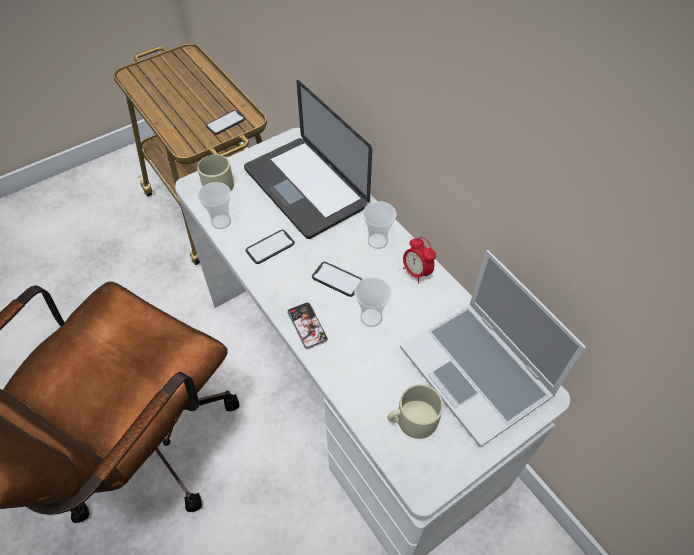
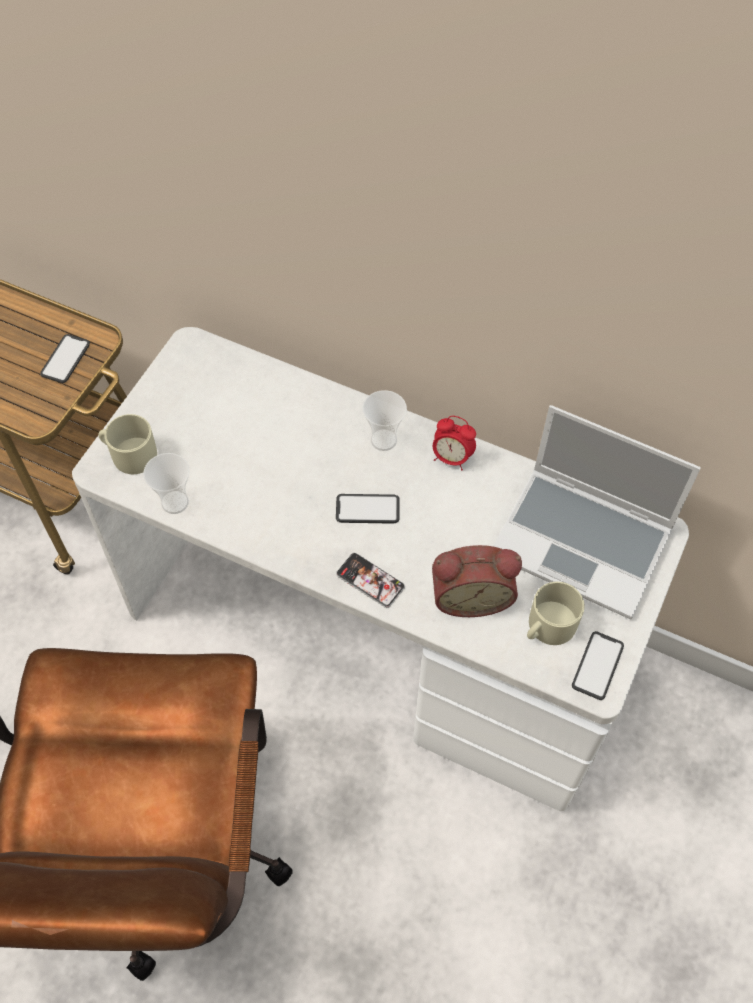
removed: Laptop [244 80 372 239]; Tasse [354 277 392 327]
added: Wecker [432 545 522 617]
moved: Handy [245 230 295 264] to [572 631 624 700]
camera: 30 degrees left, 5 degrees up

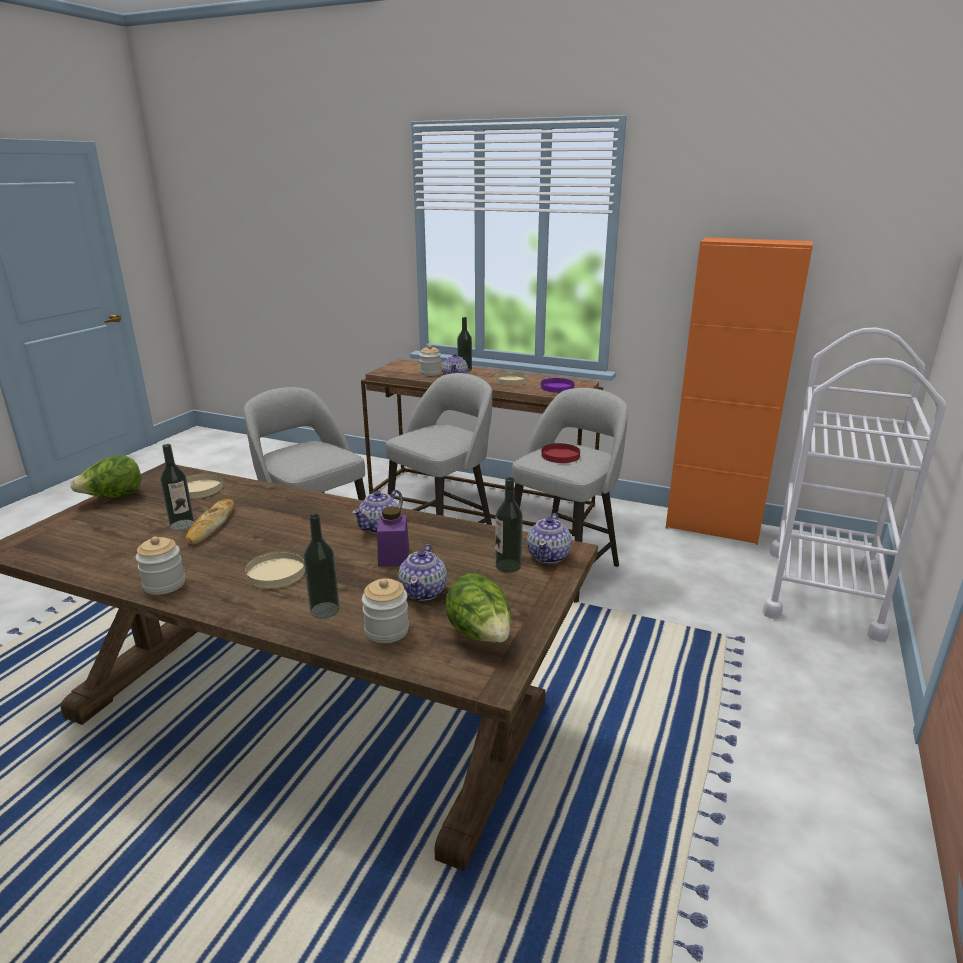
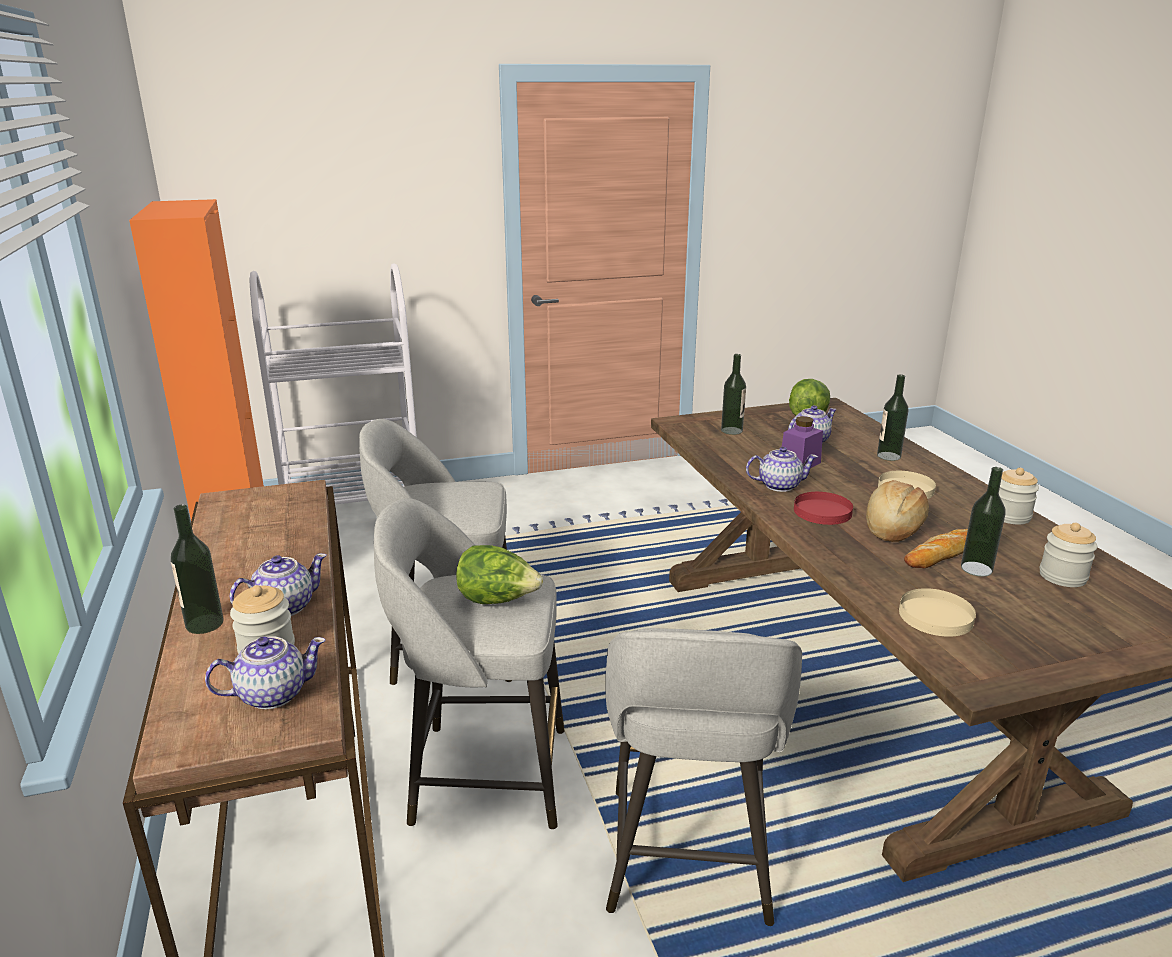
removed: Teller (beige) [495 371 527 385]; Teller (lila) [541 378 574 393]
added: Brot [866 480 929 542]
moved: Salatkopf [71 455 141 498] to [456 545 543 604]; Vorratsglas [362 578 409 643] to [1040 523 1097 587]; Teekanne [527 513 571 563] to [205 636 326 709]; Teller (rot) [541 443 580 463] to [794 492 853 525]
camera: 130 degrees left, 0 degrees up

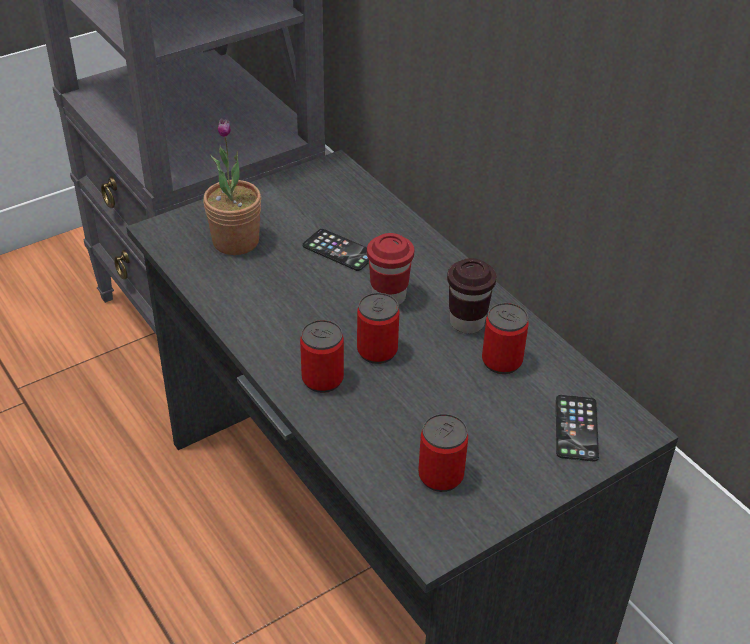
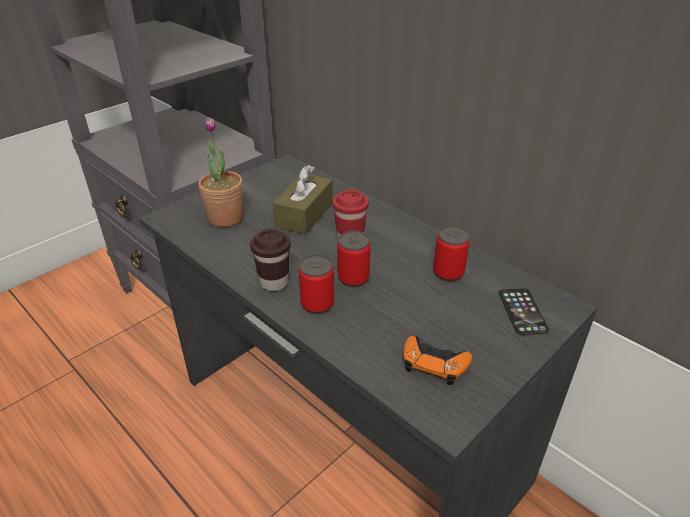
moved: Tasse (braun) [447 258 496 334] to [250 229 291 291]
replaced: Handy [303 229 369 271] to Taschentuchbox (braun) [273 165 333 235]; Dose [418 414 468 492] to Gamepad (orange) [403 335 472 385]
camera: 10 degrees left, 5 degrees down

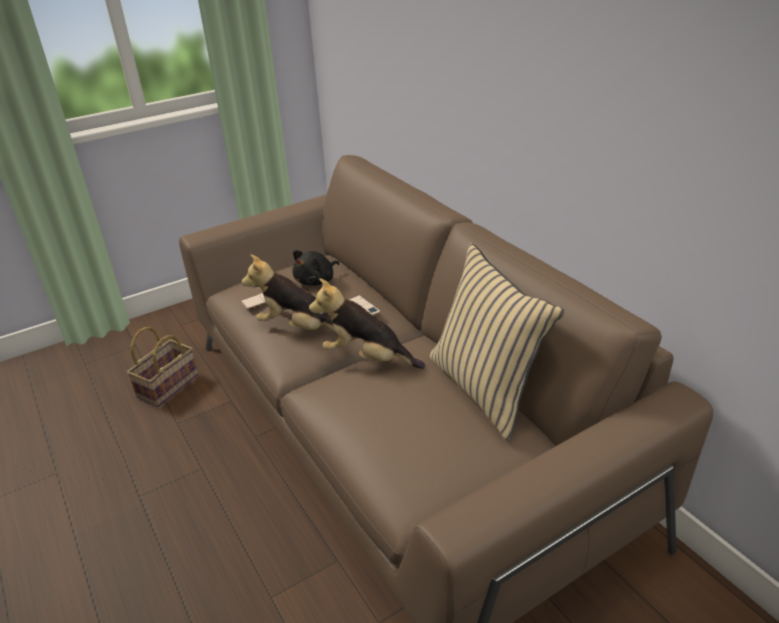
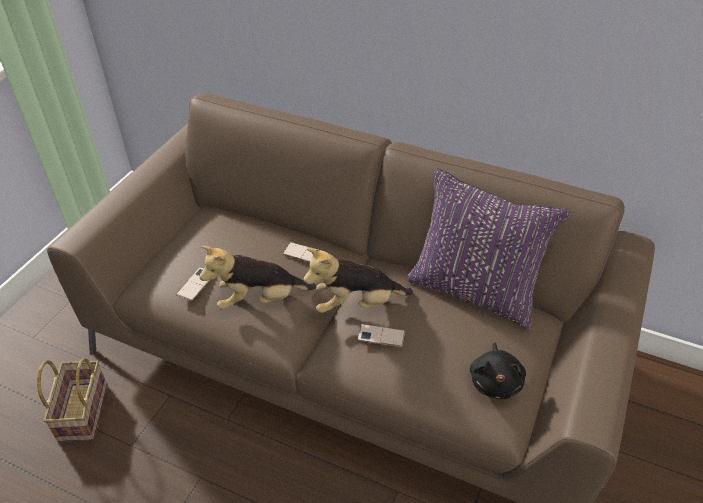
added: Handy [358 324 405 347]
moved: Plüschtier (schwarz) [292 250 339 286] to [470 343 526 399]
recoloured: Kissen (beige) [430 243 564 441] to Kissen (lila) [407 168 570 330]
camera: 35 degrees left, 10 degrees up

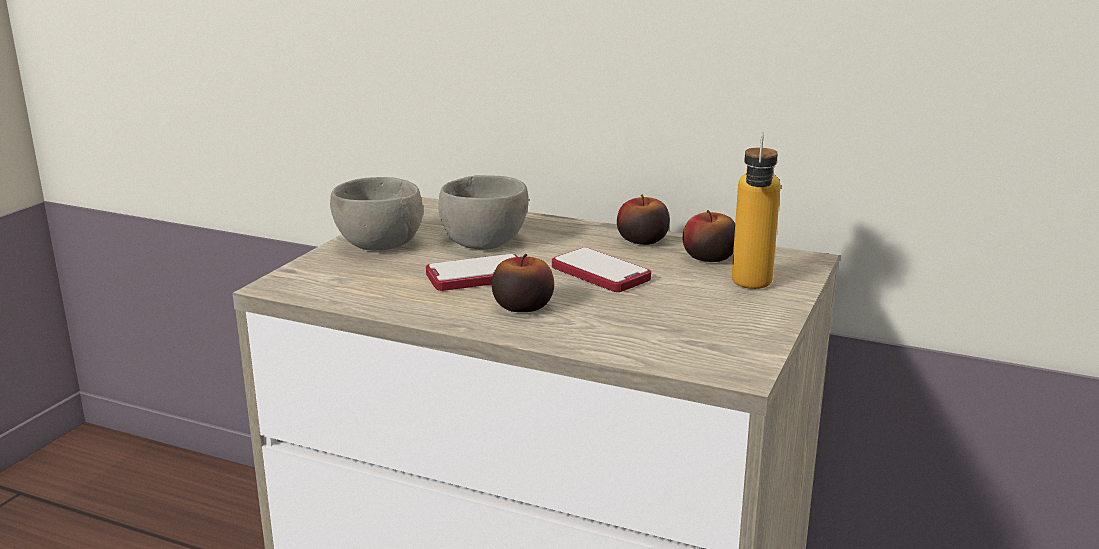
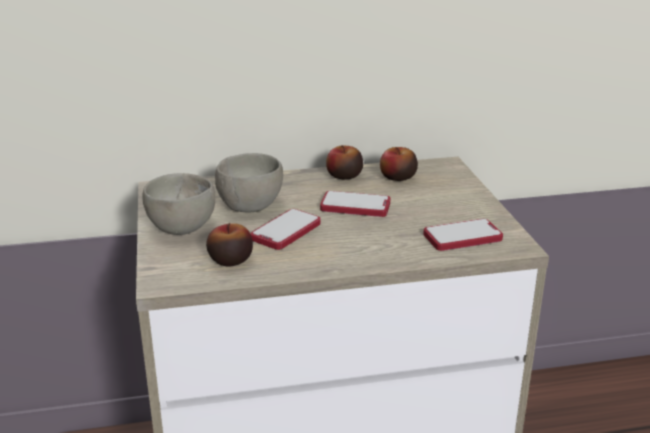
removed: Flasche [732 132 780 289]
added: Handy [423 219 503 251]
moved: Apfel [492 254 554 312] to [206 223 253 267]
camera: 35 degrees left, 5 degrees up

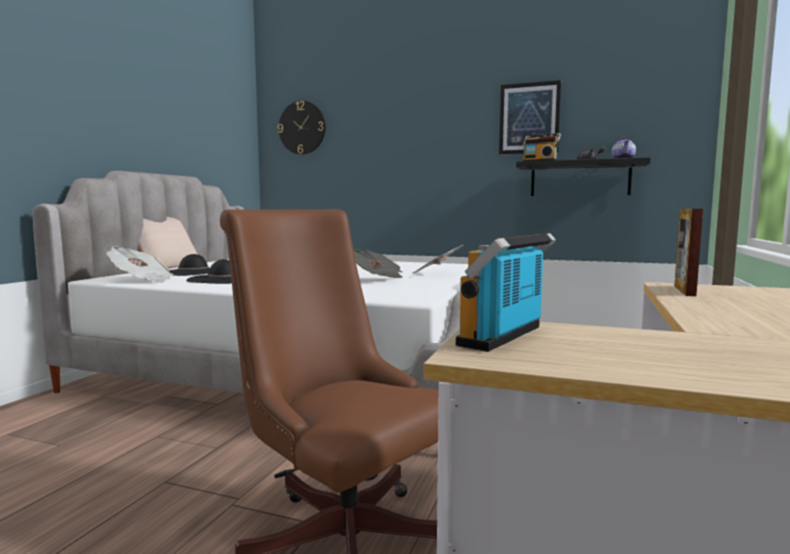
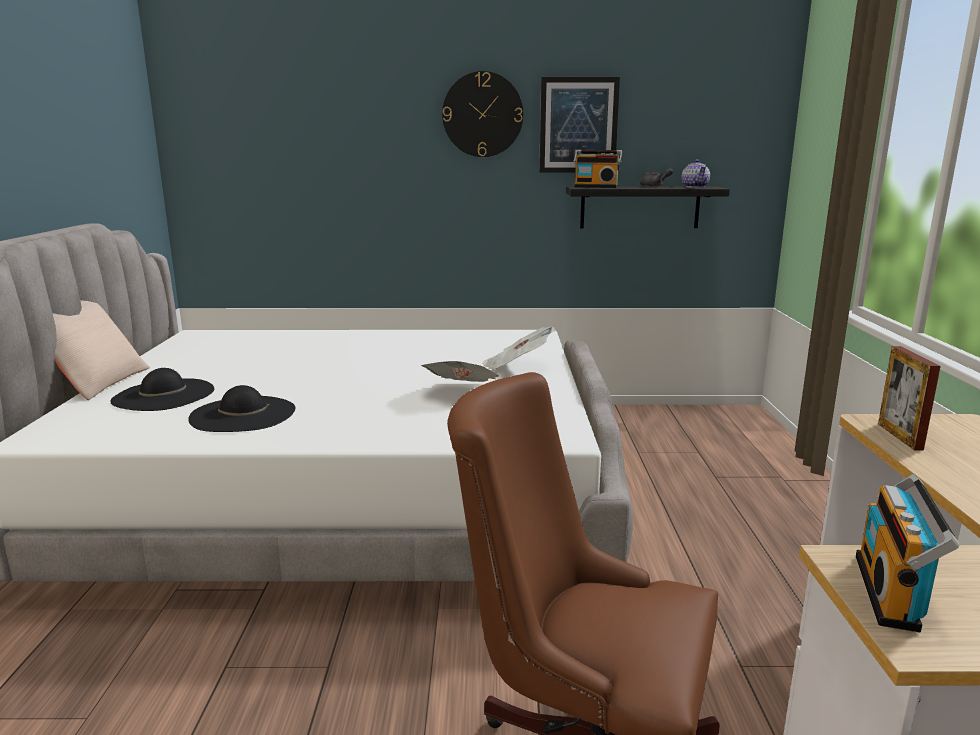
removed: Zeitung [106 246 174 283]
moved: Wanduhr [278 101 325 155] to [442 71 523 157]
camera: 20 degrees left, 10 degrees up

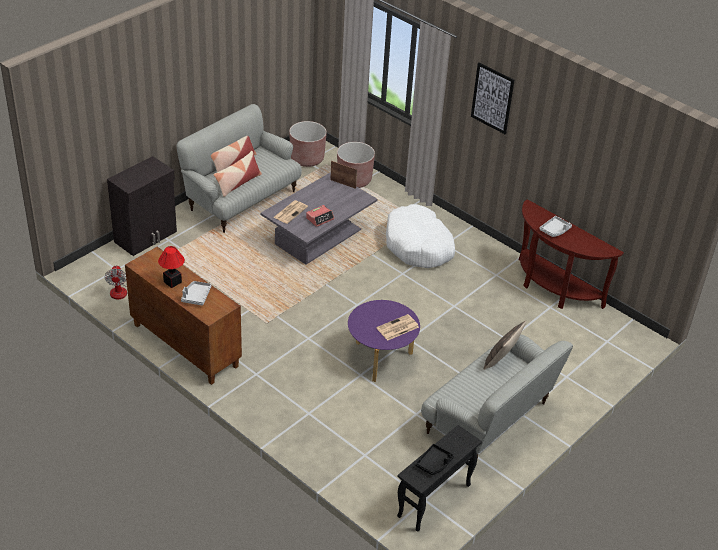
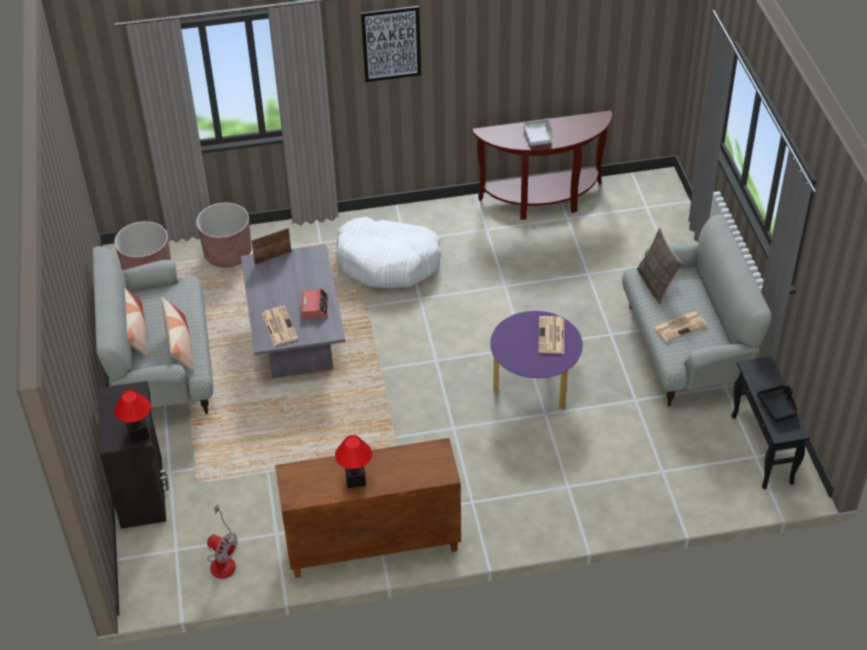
removed: Tablett (grau) [181 281 211 305]
added: Tischlampe [114 390 151 443]; Zeitung [654 311 708 342]
camera: 50 degrees left, 5 degrees up

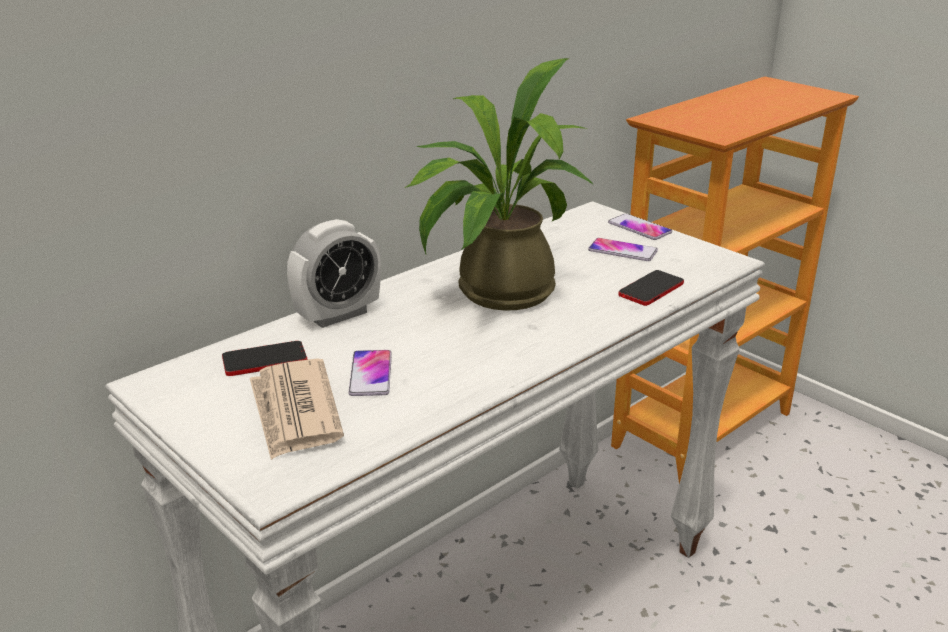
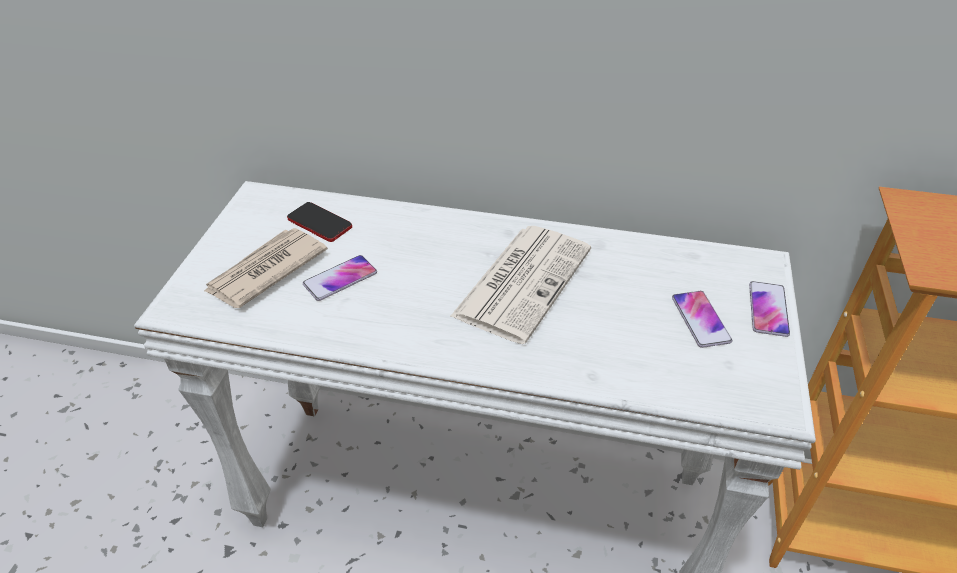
removed: Wecker [287 219 381 328]; Handy [618 270 684 306]
replaced: Topfpflanze [404 58 594 311] to Zeitung [450 226 591 344]
camera: 55 degrees right, 15 degrees up

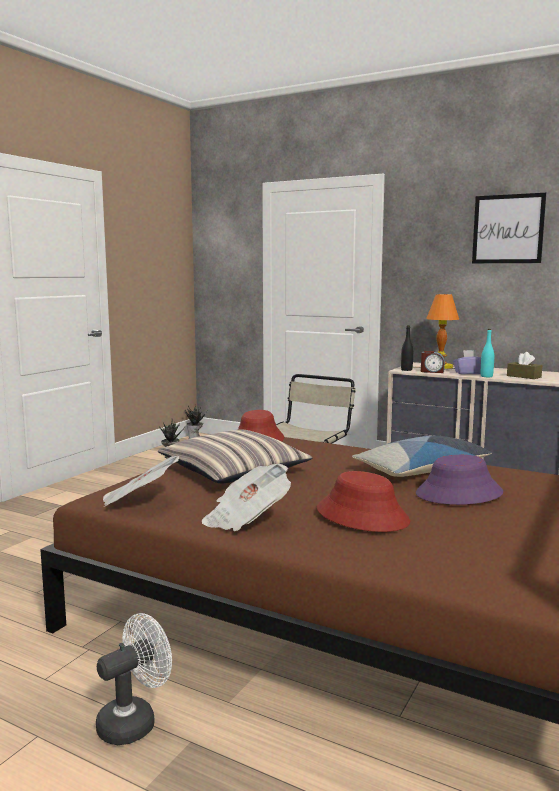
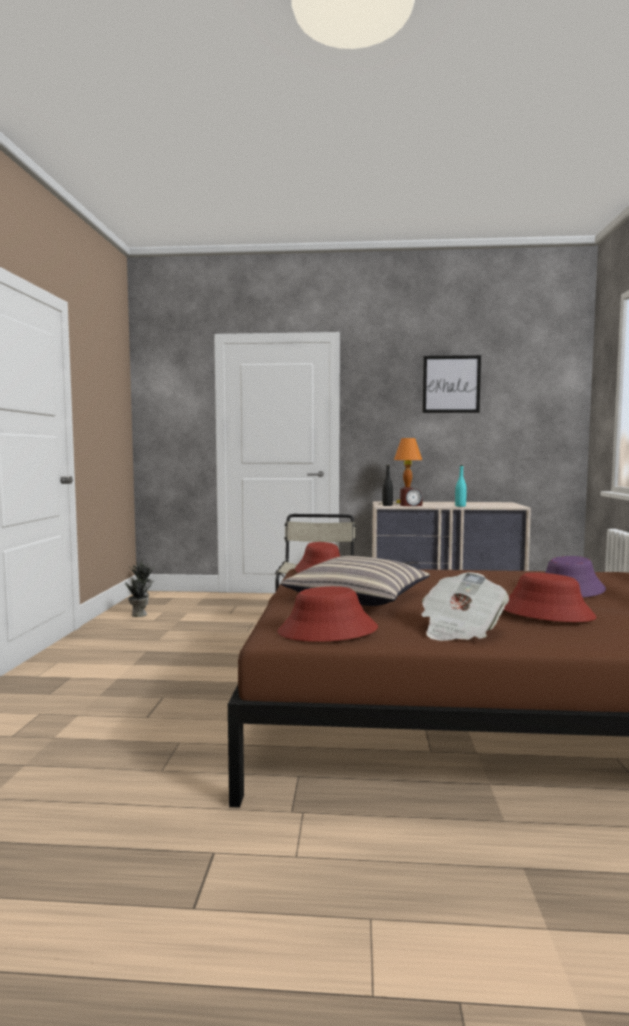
removed: Ventilator (weiß) [96 613 172 745]; Kissen [352 436 492 477]; Taschentuchbox (lila) [453 350 481 374]; Taschentuchbox (braun) [507 352 542 379]
replaced: Zeitung [103 456 179 507] to Hut (rot) [278 586 378 642]
camera: 25 degrees left, 5 degrees down

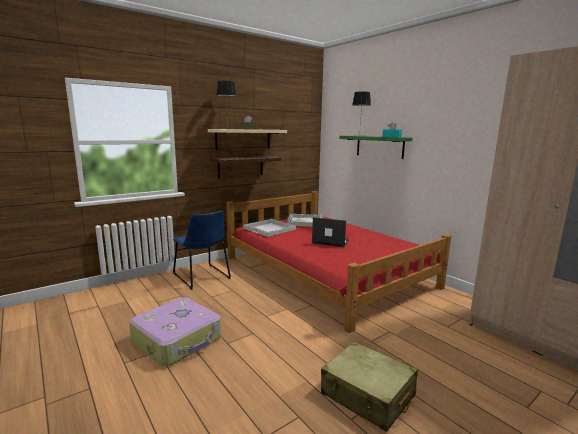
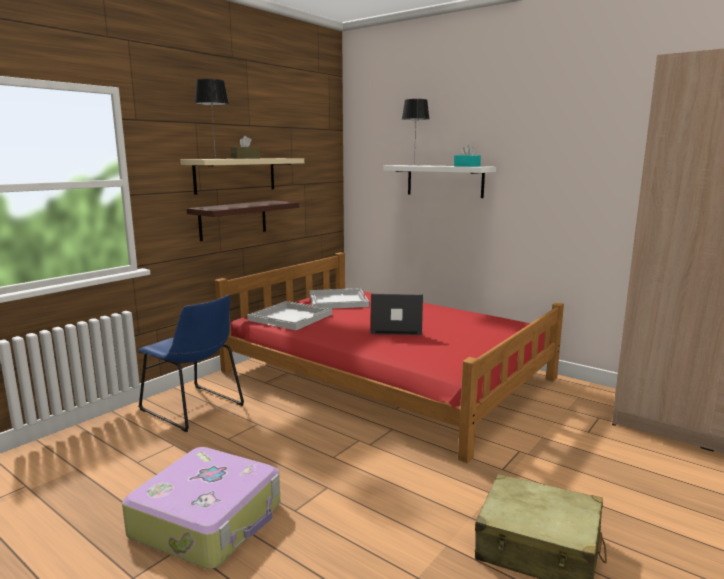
recoloured: Wandregal (grün) [339 136 412 159] to Wandregal (weiß) [383 165 496 198]
camera: 15 degrees left, 0 degrees up

